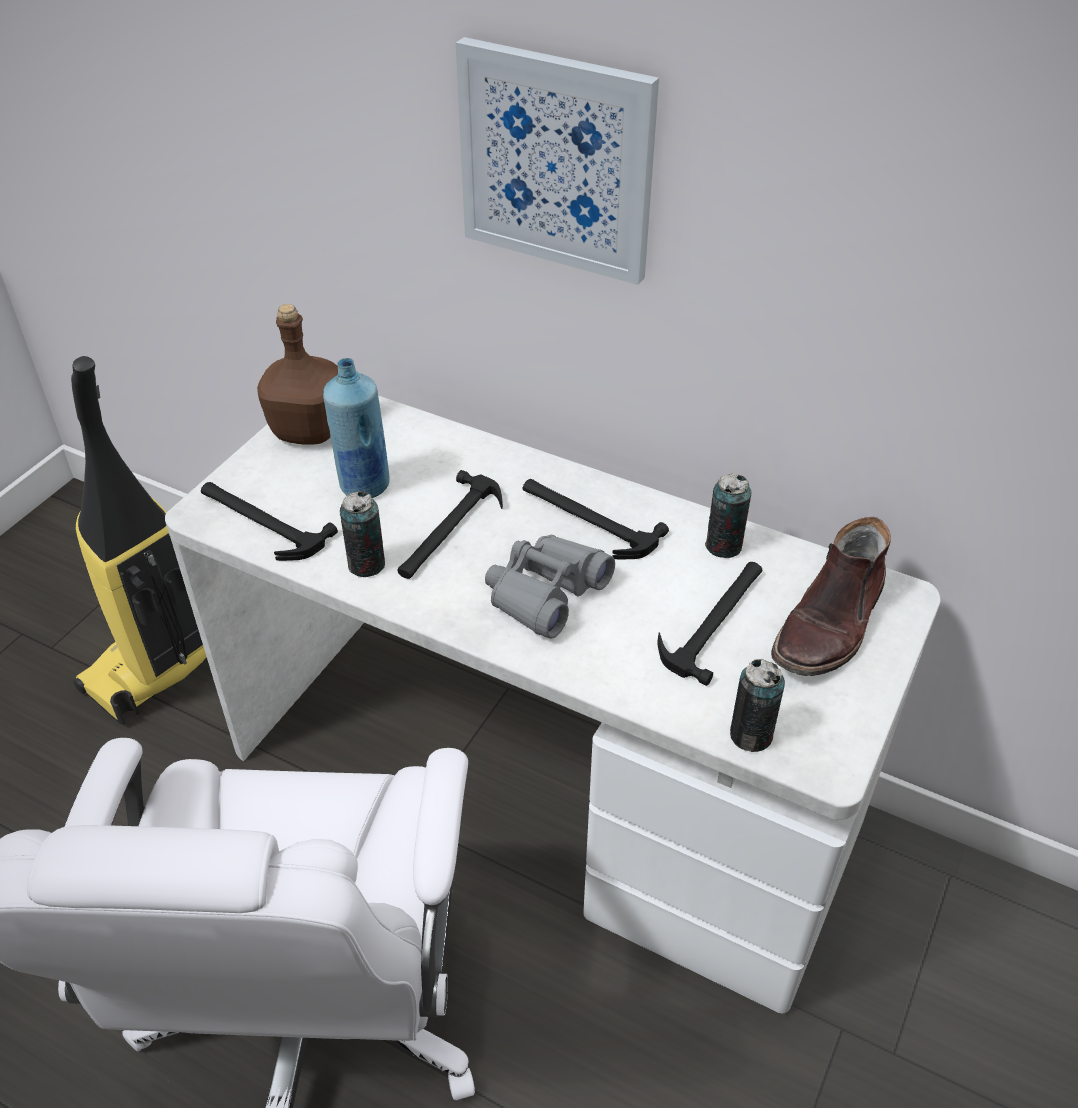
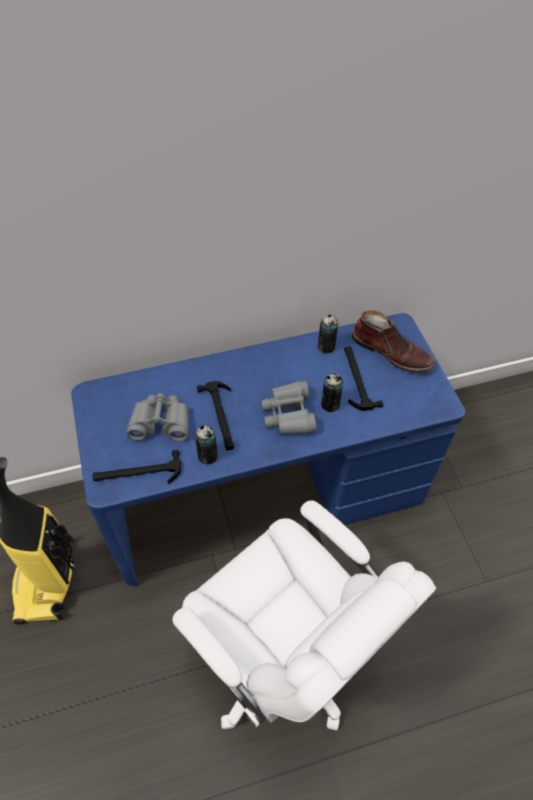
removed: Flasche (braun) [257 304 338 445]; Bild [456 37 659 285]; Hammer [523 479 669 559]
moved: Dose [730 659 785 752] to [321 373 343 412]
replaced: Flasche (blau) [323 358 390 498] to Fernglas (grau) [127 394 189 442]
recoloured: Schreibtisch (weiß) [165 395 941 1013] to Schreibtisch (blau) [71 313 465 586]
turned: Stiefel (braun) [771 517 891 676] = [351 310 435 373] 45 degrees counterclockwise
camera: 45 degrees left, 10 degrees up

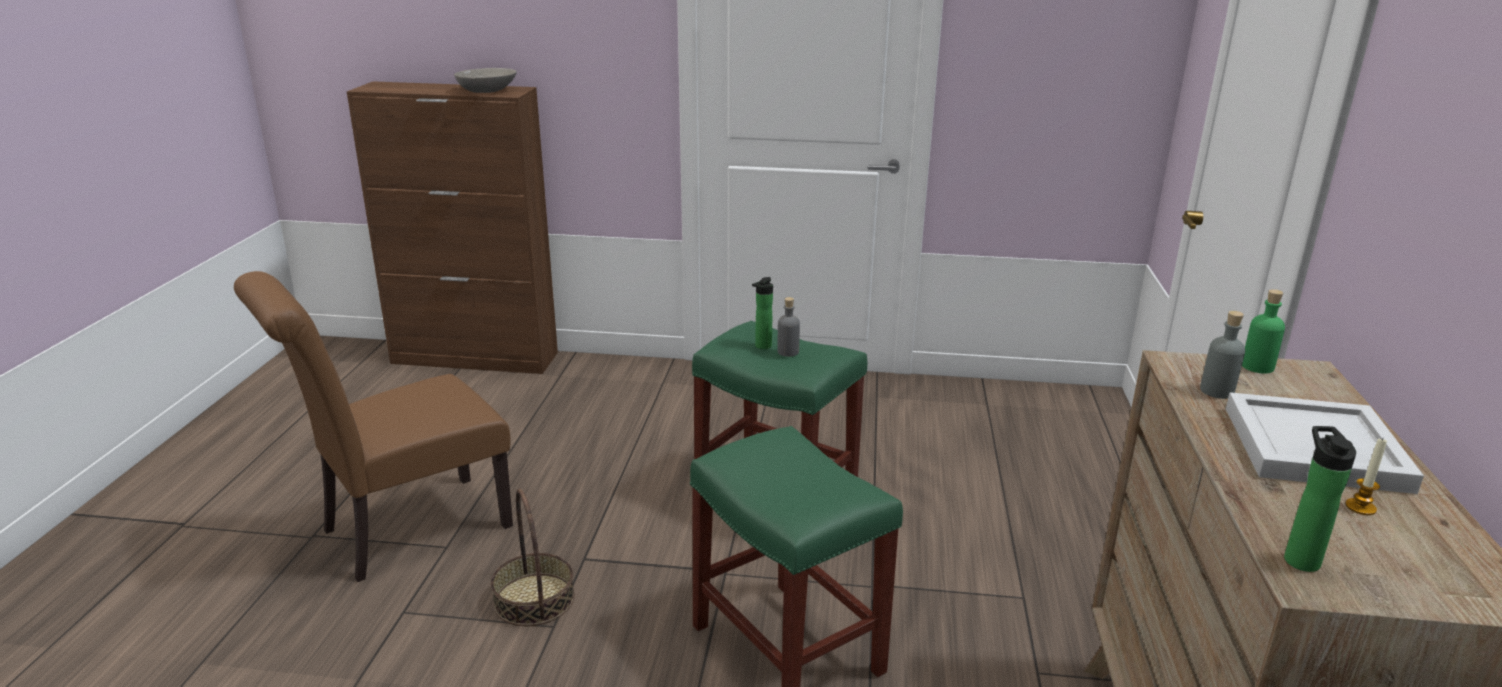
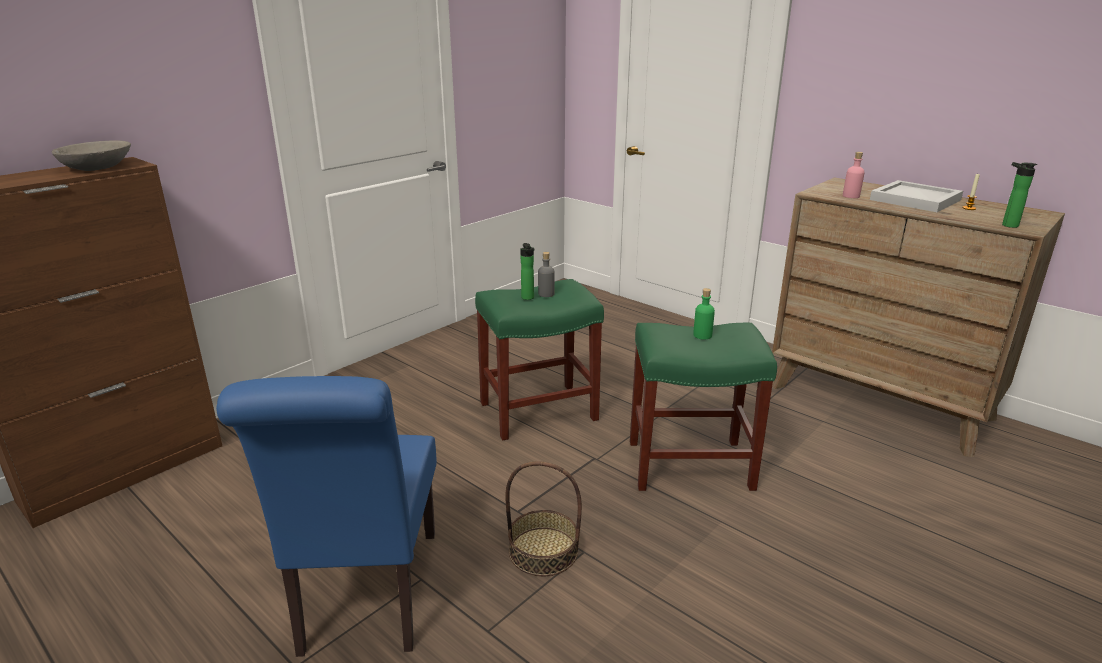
moved: Flasche (grün) [1242 289 1285 374] to [693 288 715 340]
recoloured: Stuhl (braun) [234 271 513 582] to Stuhl (blau) [216 376 437 657]; Flasche (grau) [1200 311 1245 399] to Flasche (rosa) [843 152 865 198]
camera: 55 degrees left, 0 degrees up

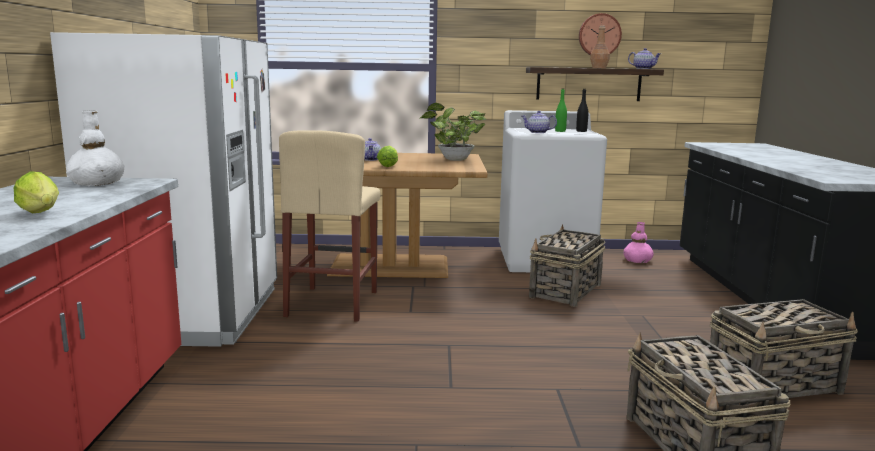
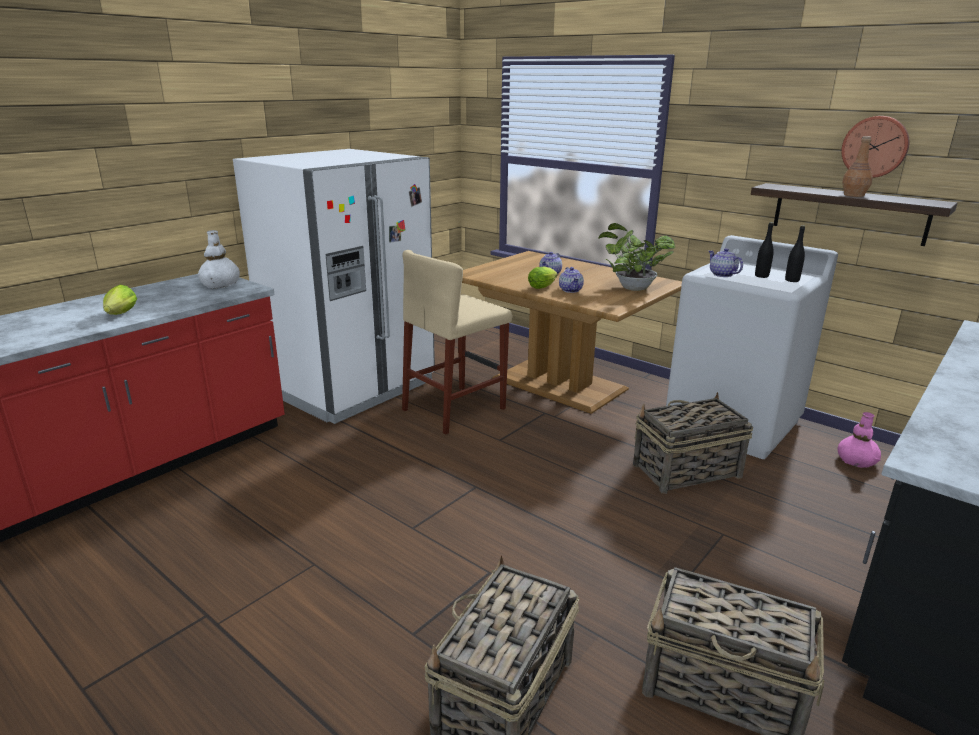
moved: Teekanne [628 48 661 69] to [559 267 584 293]
recoloured: Flasche (grün) [555 88 567 132] to Flasche (schwarz) [755 222 774 278]
camera: 40 degrees right, 10 degrees up

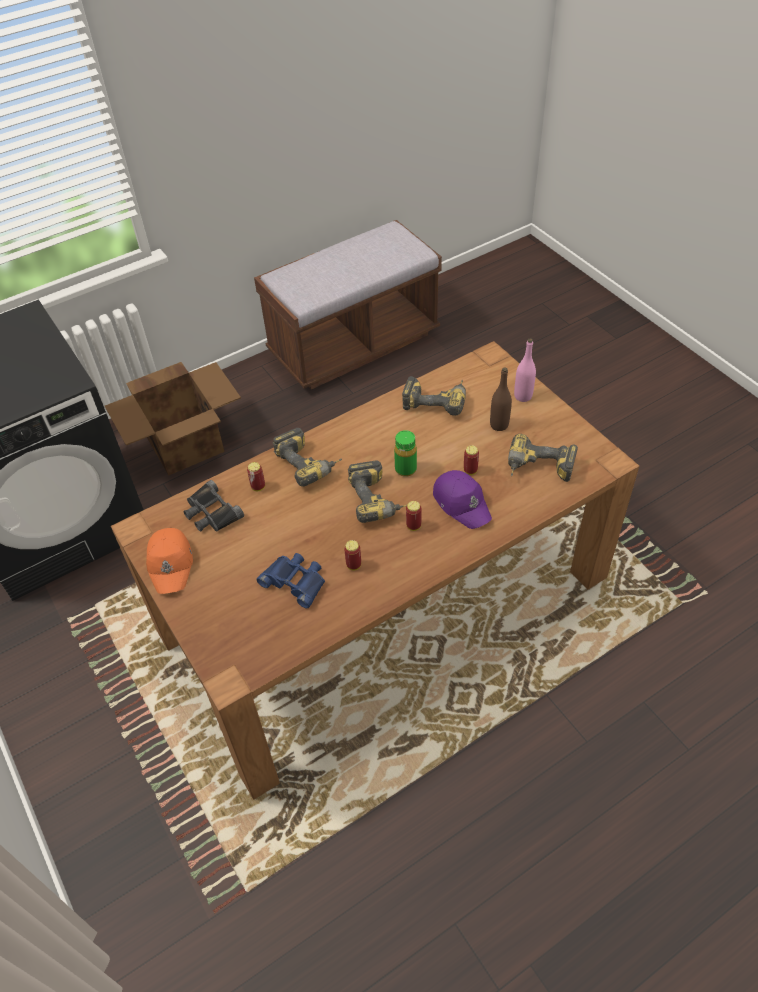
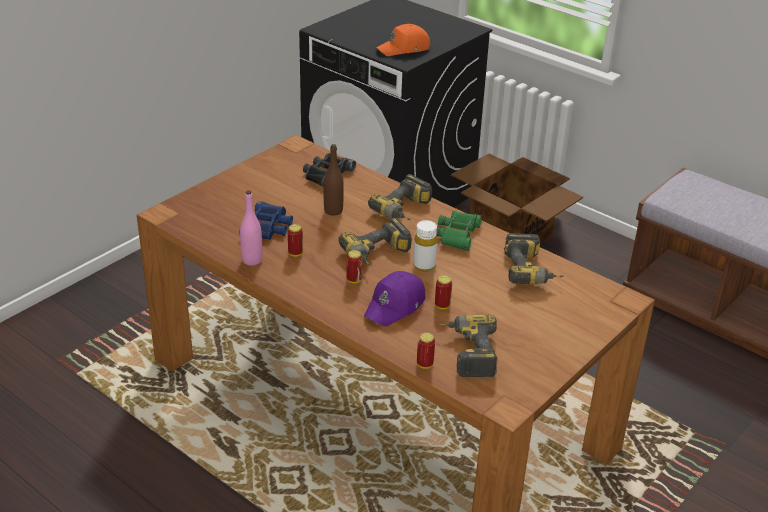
added: Fernglas (grün) [436 211 482 251]
moved: Kappe (orange) [146 528 193 594] to [376 24 430 56]; Dose [247 462 265 491] to [417 333 435 369]; Flasche (braun) [490 367 512 431] to [324 144 344 216]; Flasche (rosa) [514 339 536 402] to [240 190 262 266]
recoloured: Flasche (grün) [394 430 417 477] to Flasche (weiß) [413 220 437 272]
camera: 70 degrees right, 15 degrees down

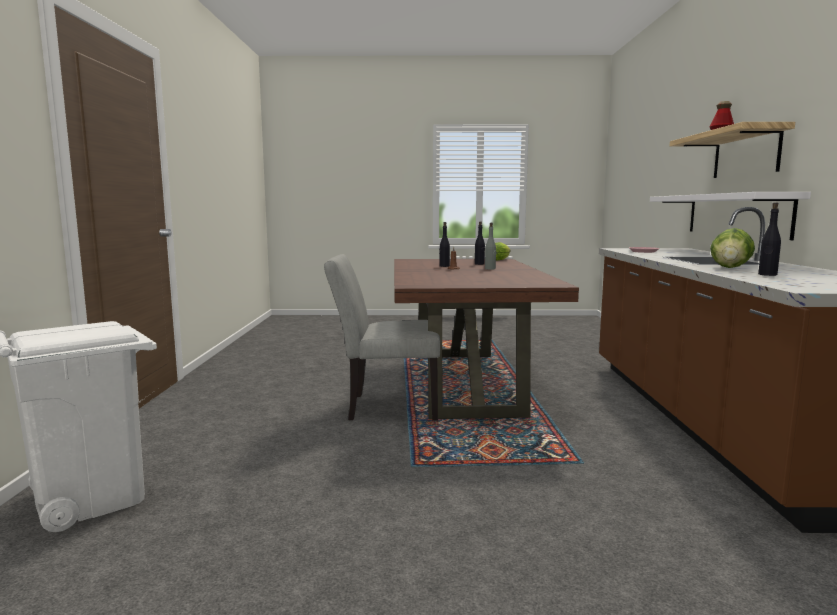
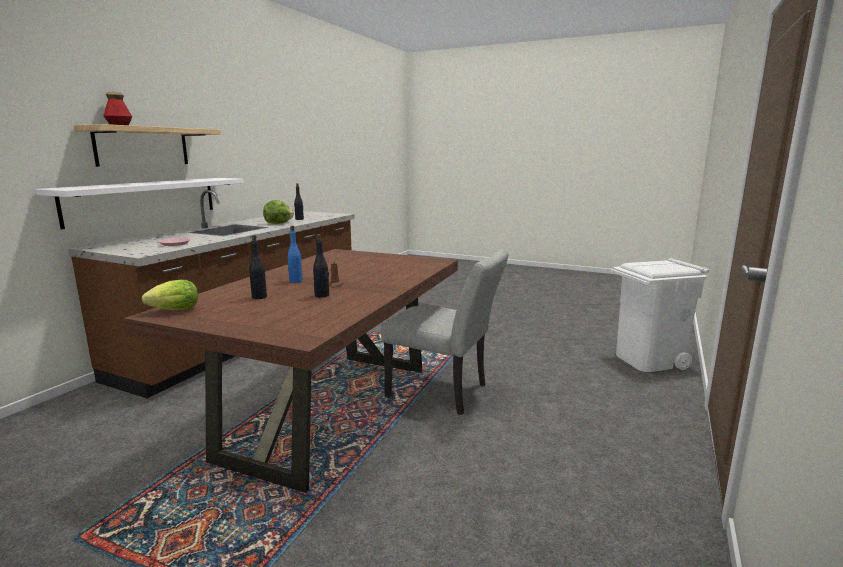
recoloured: Flasche (grau) [485 223 496 270] to Flasche (blau) [288 226 303 283]
camera: 155 degrees left, 5 degrees up

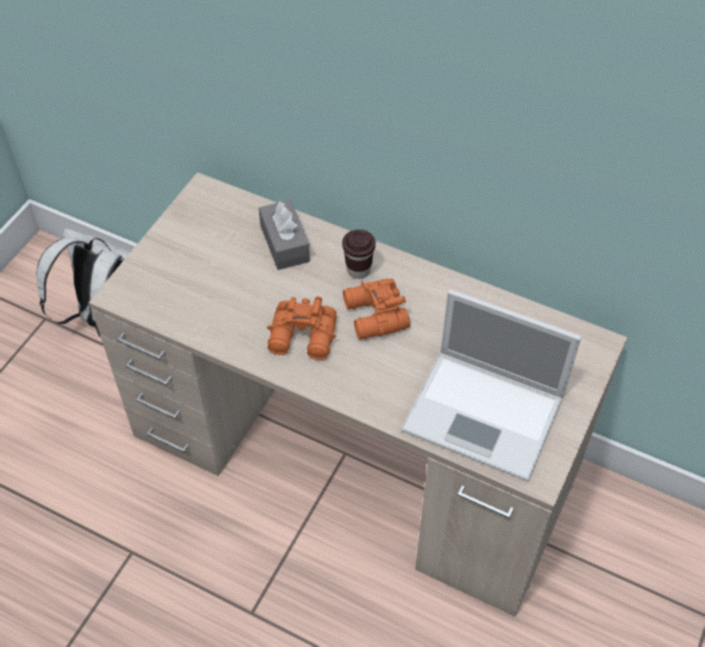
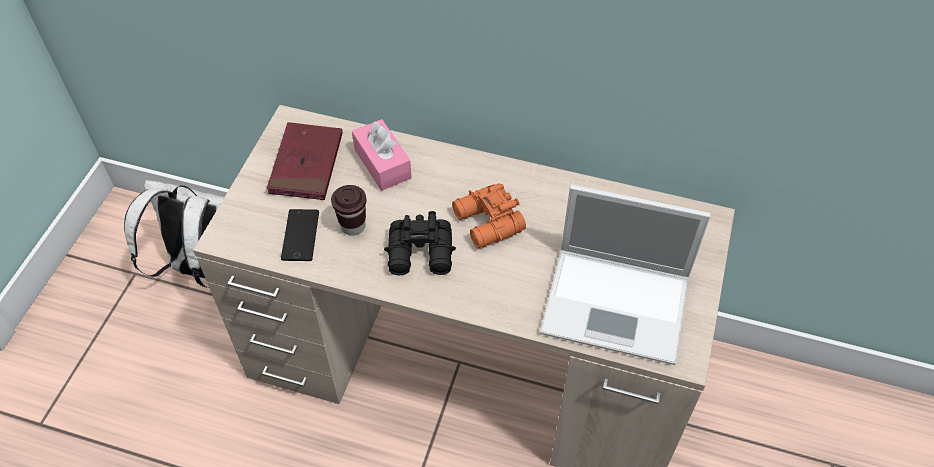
added: Buch (rot) [267 122 343 200]; Handy [281 209 319 261]
moved: Tasse (braun) [342 230 376 279] to [331 185 366 236]
recoloured: Taschentuchbox (grau) [259 200 310 270] to Taschentuchbox (rosa) [352 119 412 191]; Fernglas (orange) [267 296 337 360] to Fernglas (schwarz) [384 211 456 275]
camera: 10 degrees left, 0 degrees up

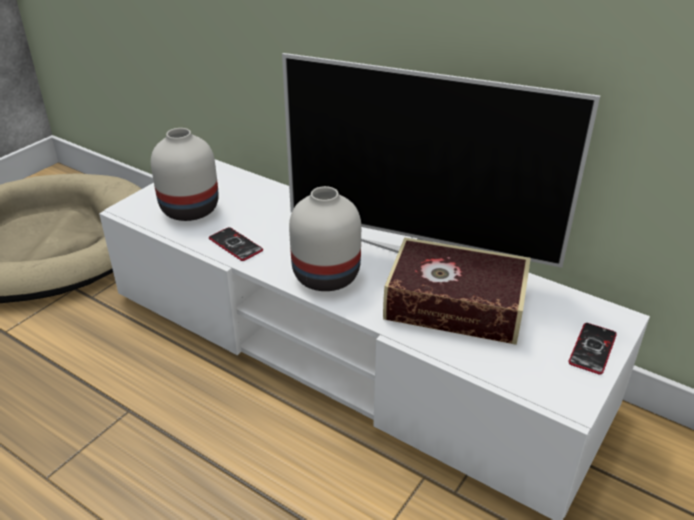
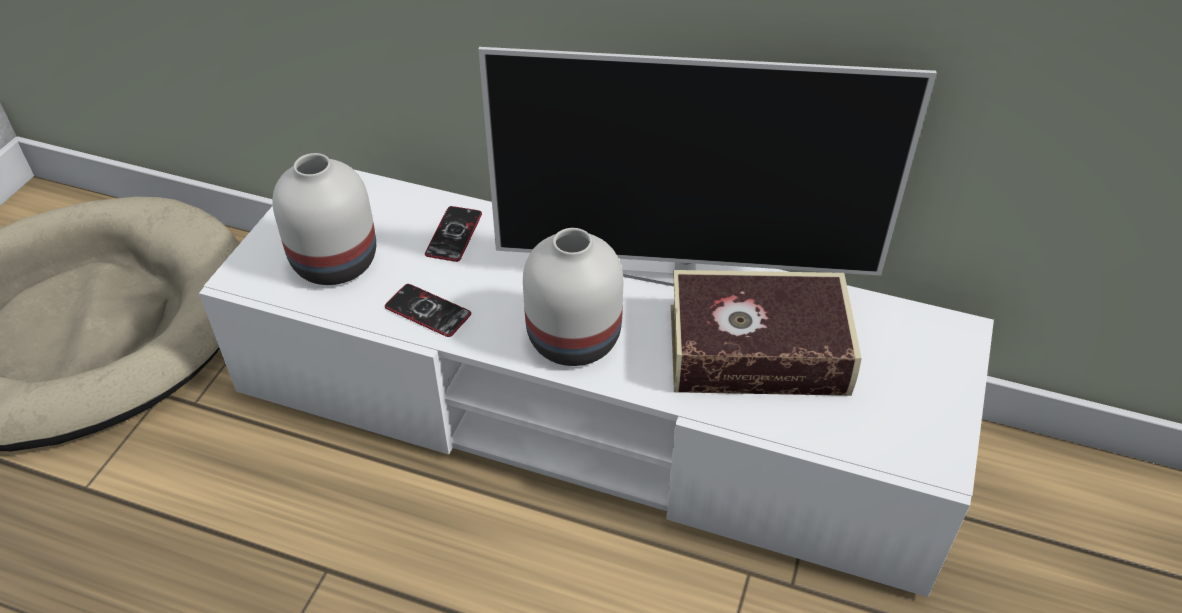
moved: Handy [568 323 617 375] to [425 206 482 262]
camera: 15 degrees left, 10 degrees up

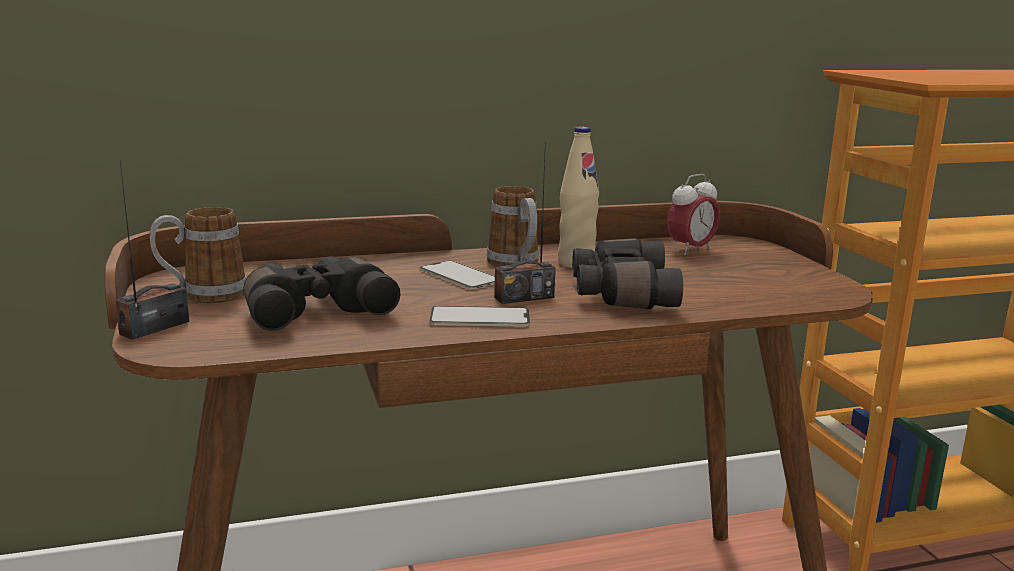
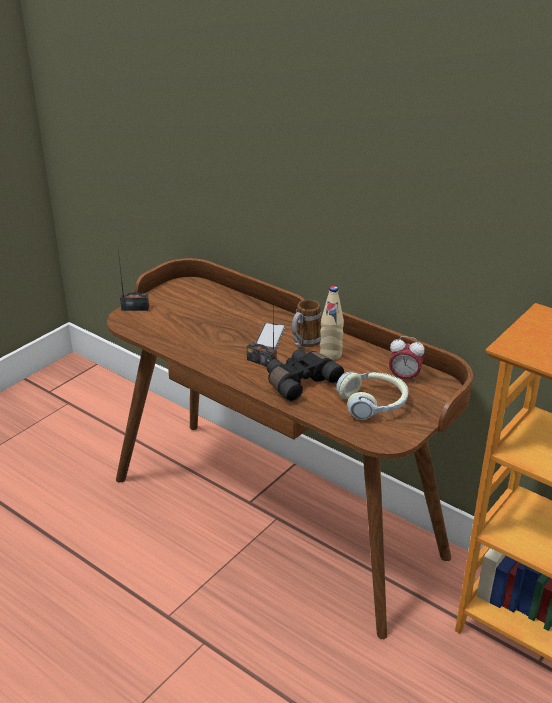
removed: Henkelbecher [150 207 247 303]; Fernglas (schwarz) [243 256 400 331]; Handy [429 306 530 327]
added: Kopfhörer [337 372 408 419]
camera: 55 degrees right, 15 degrees up

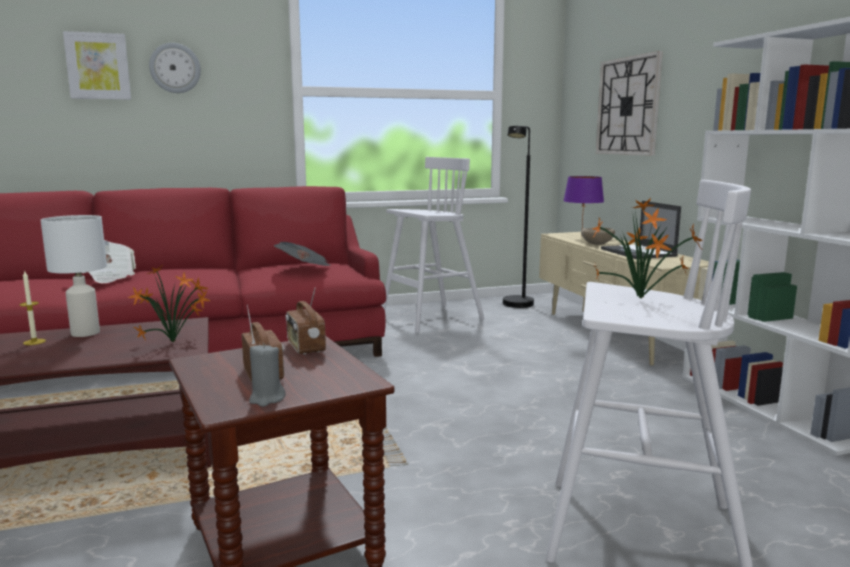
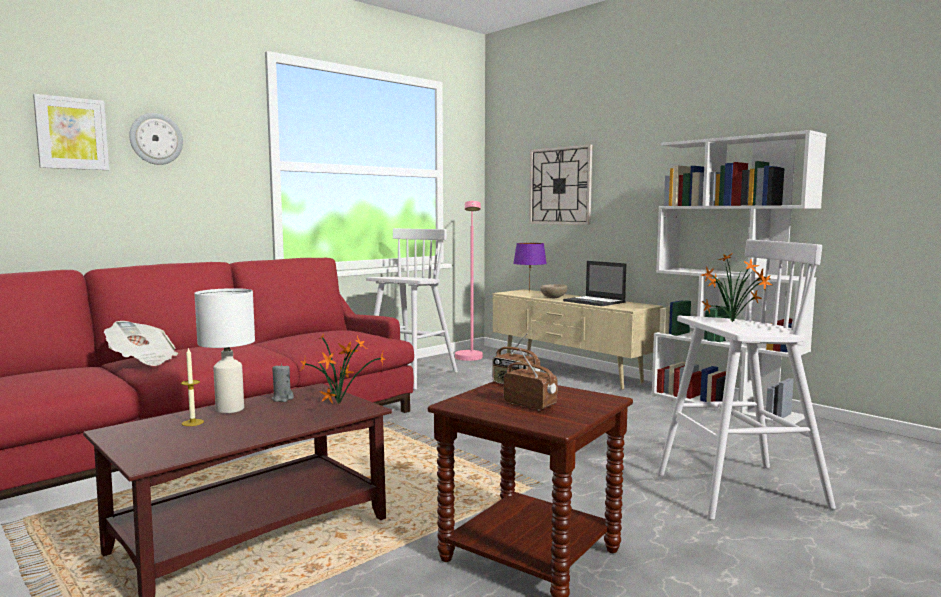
removed: Zeitung [274 242 330 266]
moved: Kerze (grau) [249 343 286 407] to [272 363 294 402]
recoloured: Stehlampe (schwarz) [503 126 534 308] to Stehlampe (rosa) [455 201 483 361]
camera: 25 degrees left, 5 degrees down

